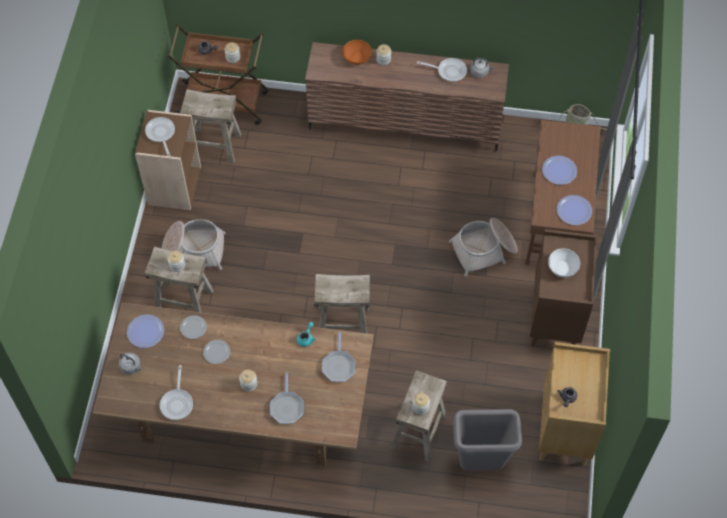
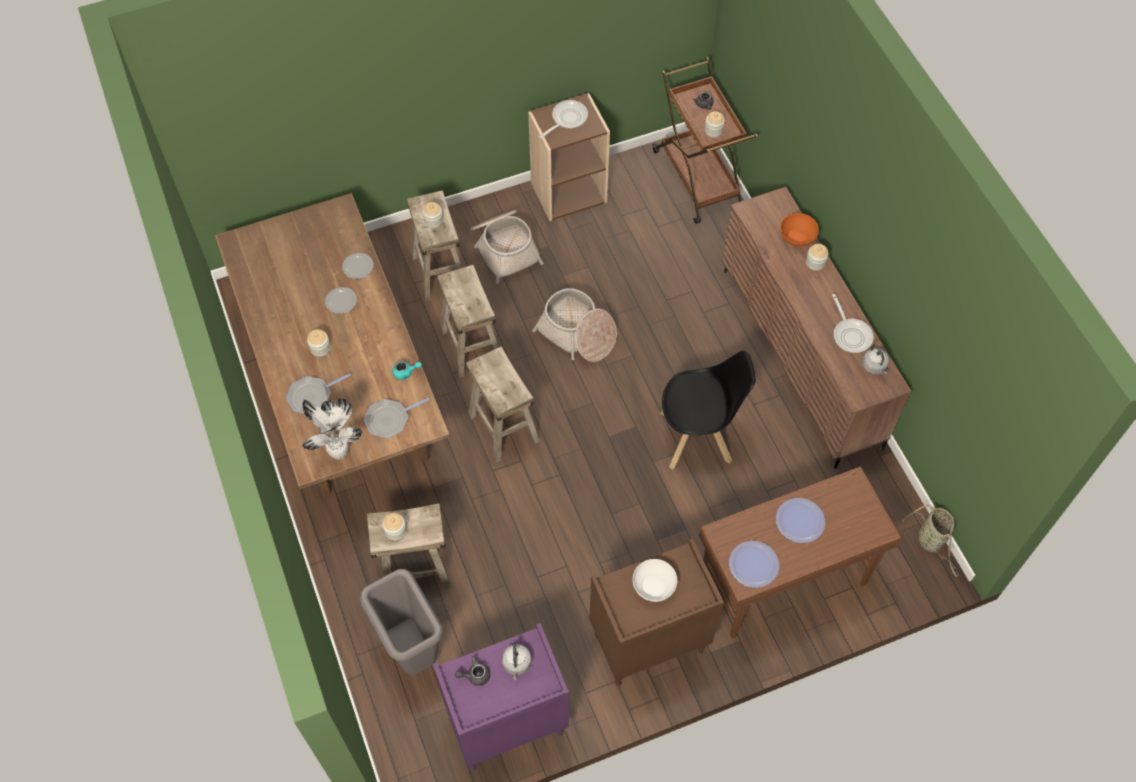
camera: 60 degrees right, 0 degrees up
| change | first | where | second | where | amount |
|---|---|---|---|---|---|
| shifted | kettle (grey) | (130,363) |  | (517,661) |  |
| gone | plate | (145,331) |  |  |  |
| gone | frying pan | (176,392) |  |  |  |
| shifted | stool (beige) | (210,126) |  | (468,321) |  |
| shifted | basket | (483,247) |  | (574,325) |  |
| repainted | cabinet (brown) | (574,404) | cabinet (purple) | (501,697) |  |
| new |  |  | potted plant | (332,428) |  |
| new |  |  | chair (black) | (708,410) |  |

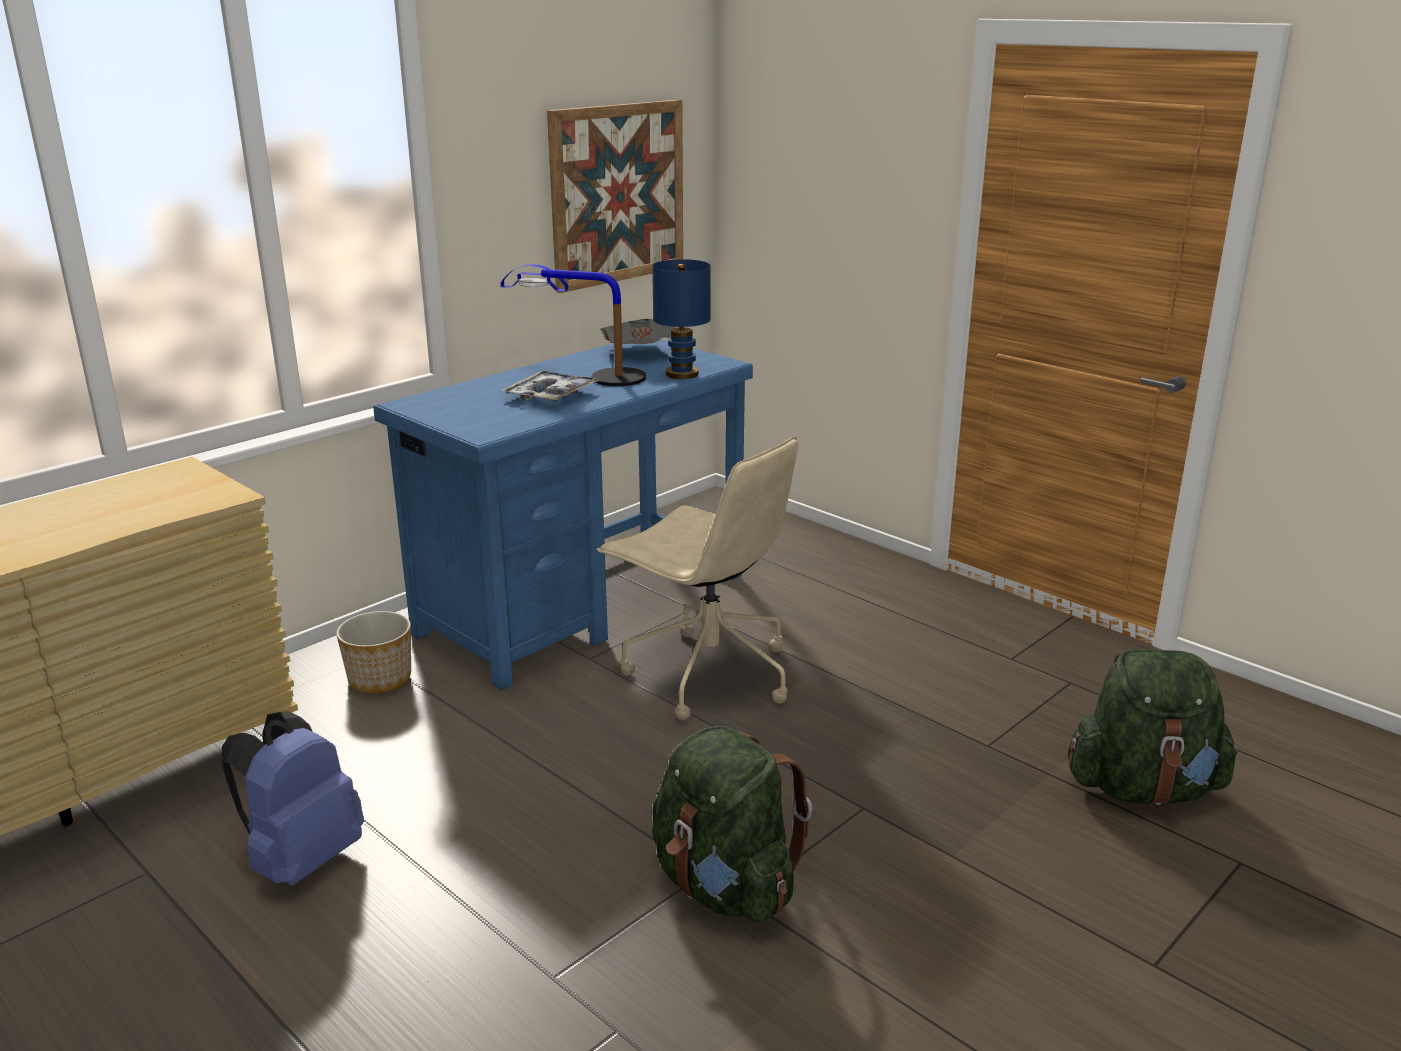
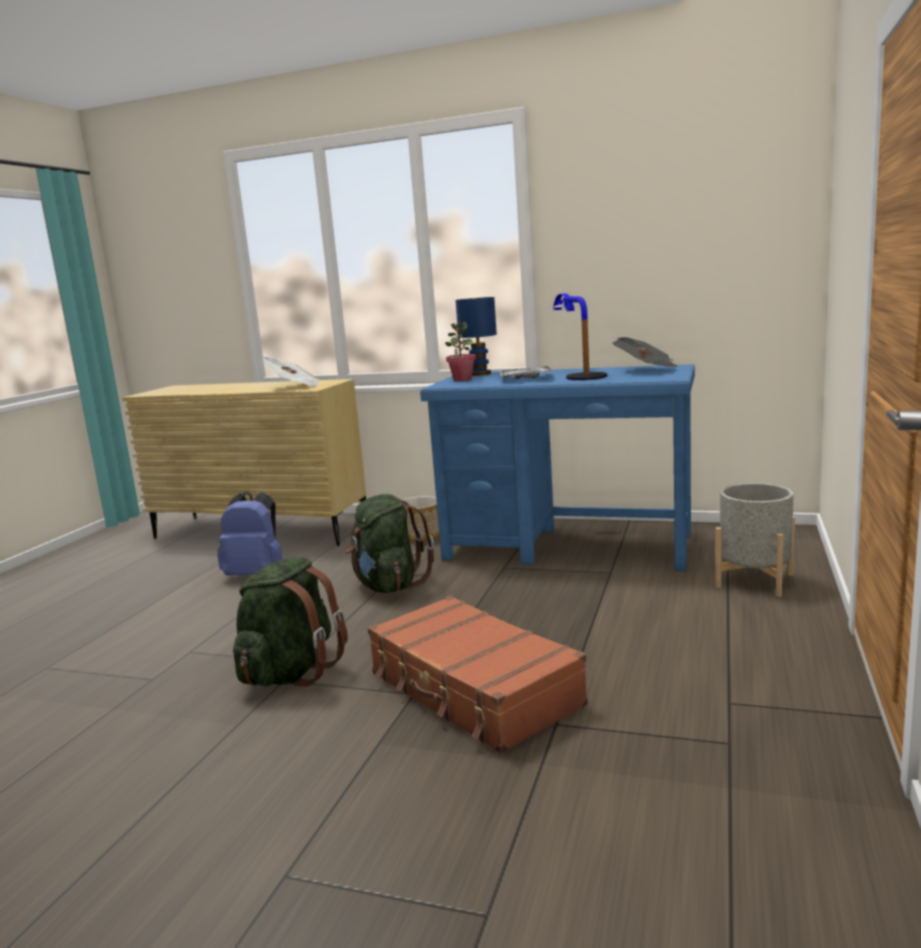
camera: 65 degrees right, 10 degrees down
| change | first | where | second | where | amount |
|---|---|---|---|---|---|
| gone | picture | (615,196) |  |  |  |
| gone | office chair (beige) | (698,578) |  |  |  |
| shifted | table lamp (blue) | (681,319) |  | (476,336) |  |
| shifted | backpack (green) | (1153,727) |  | (389,543) |  |
| new |  |  | newspaper | (291,372) |  |
| new |  |  | suitcase (brown) | (478,675) |  |
| new |  |  | potted plant | (460,351) |  |
| new |  |  | planter (grey) | (755,540) |  |

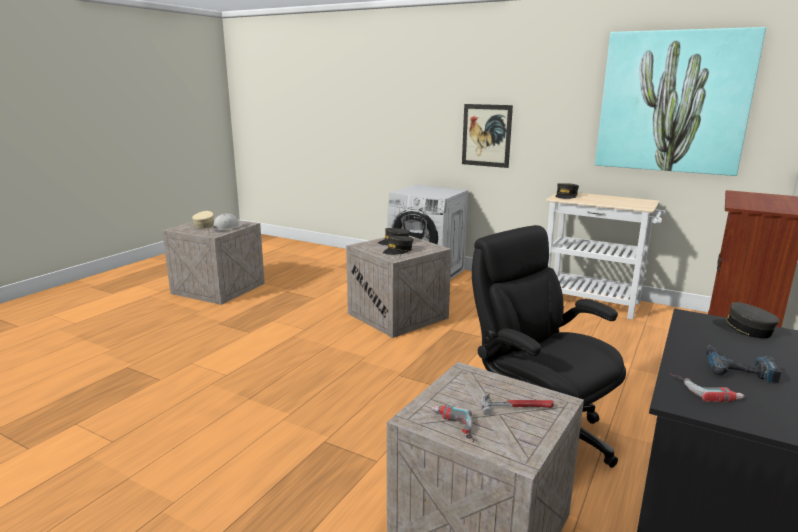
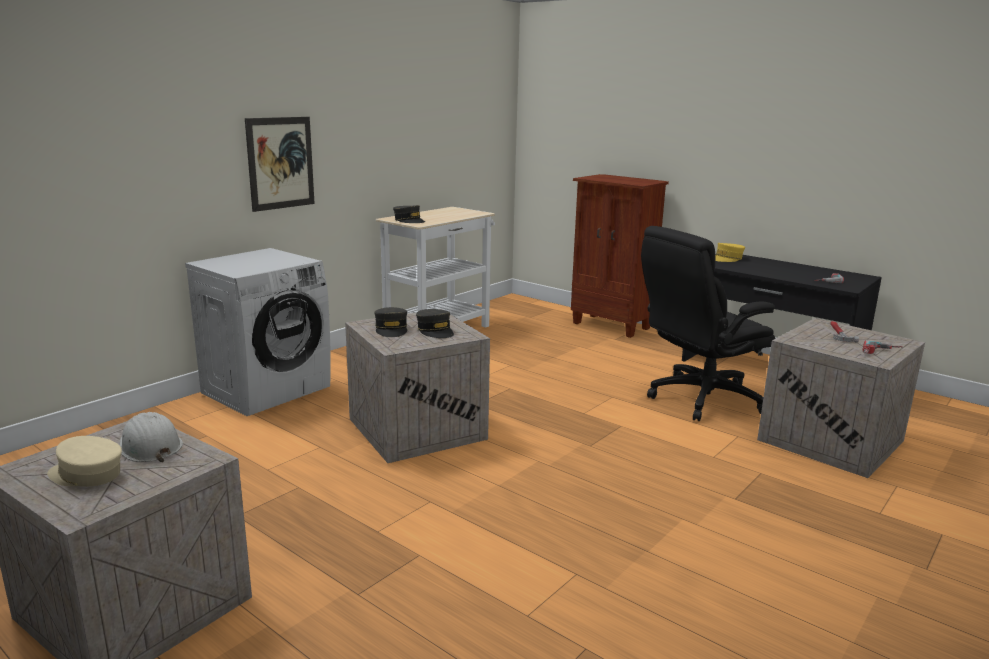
camera: 80 degrees left, 0 degrees up
| change | first | where | second | where | amount |
|---|---|---|---|---|---|
| gone | picture | (680,101) |  |  |  |
| gone | power drill | (744,364) |  |  |  |
| repainted | cap (grey) | (746,320) | cap (yellow) | (730,252) |  |

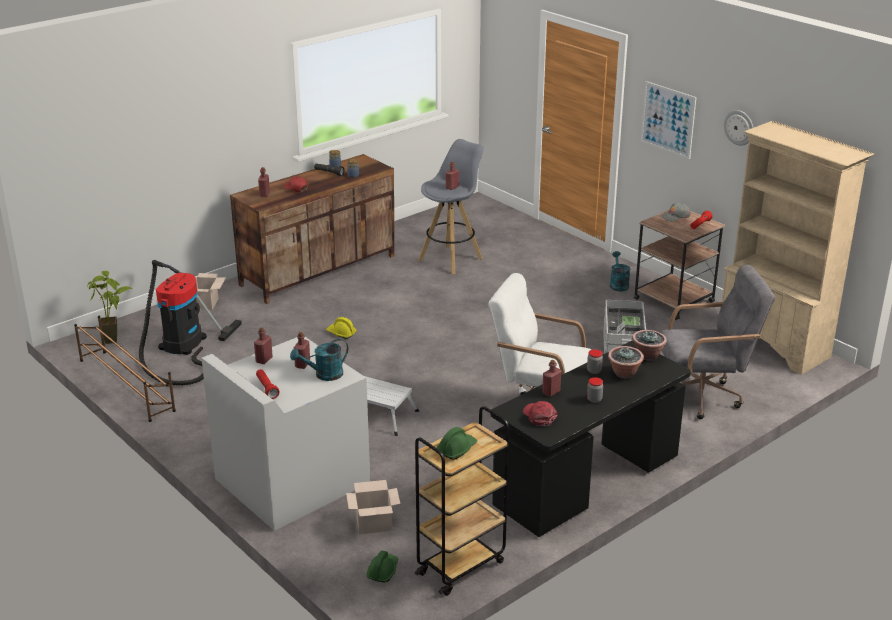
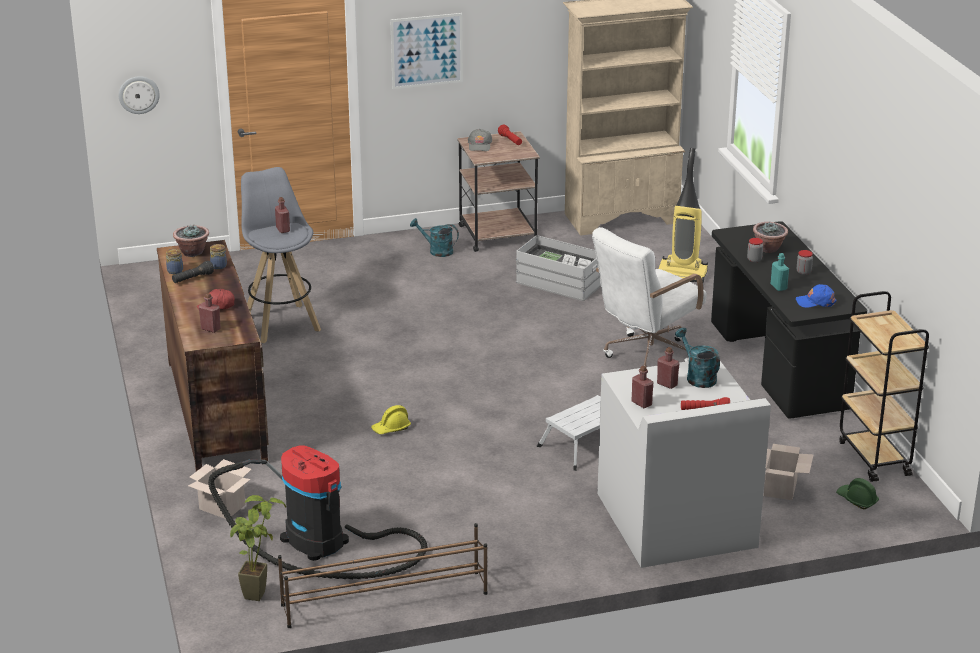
camera: 65 degrees left, 0 degrees up
| change | first | where | second | where | amount |
|---|---|---|---|---|---|
| rotated | watering can (turquoise) | (319,359) |  | (697,358) | 150 degrees clockwise |
| gone | hard hat (green) | (456,443) |  |  |  |
| repainted | cap (red) | (540,413) | cap (blue) | (816,296) |  |
| repainted | bottle (red) | (551,378) | bottle (turquoise) | (780,272) |  |
| shifted | potted plant | (649,345) |  | (191,241) |  |
| swapped | office chair (grey) | (717,342) | vacuum cleaner | (683,215) |  |
| shifted | wall clock | (738,128) |  | (139,95) |  |

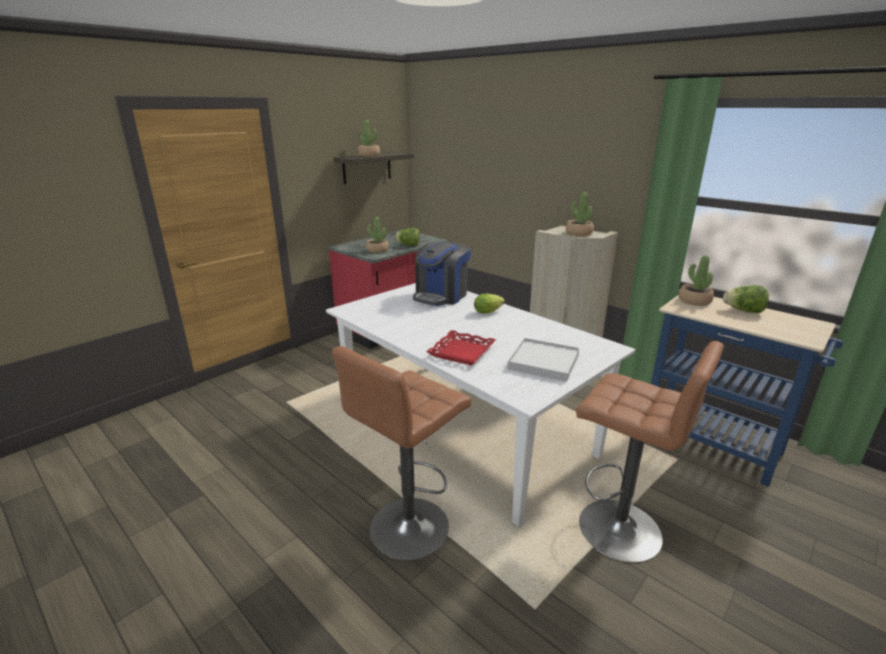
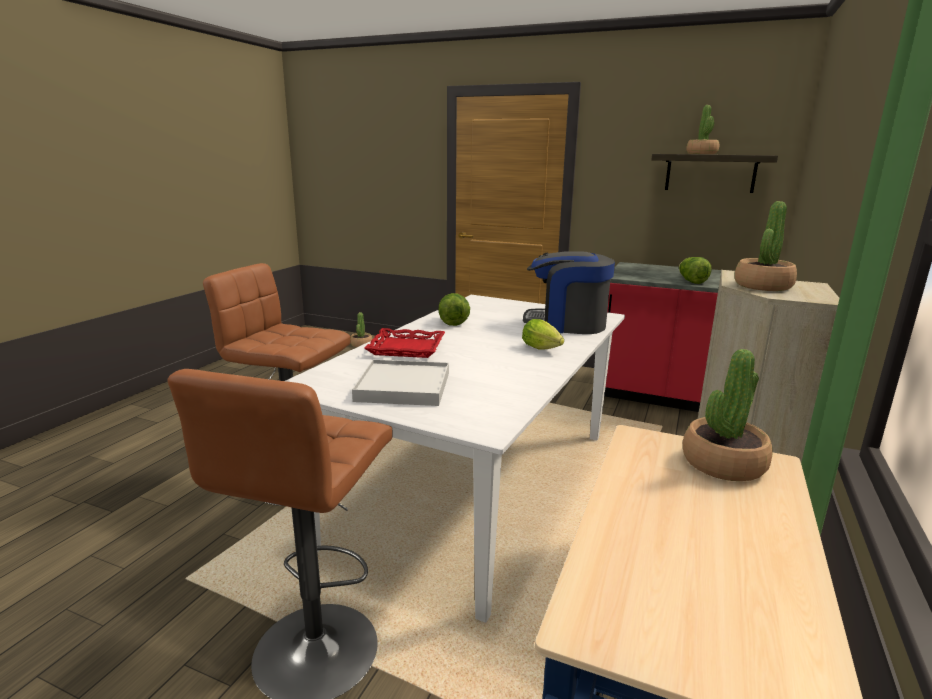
camera: 70 degrees right, 5 degrees down
| change | first | where | second | where | amount |
|---|---|---|---|---|---|
| shifted | potted plant | (377,235) |  | (361,329) |  |
| shifted | lettuce | (746,299) |  | (454,309) |  |

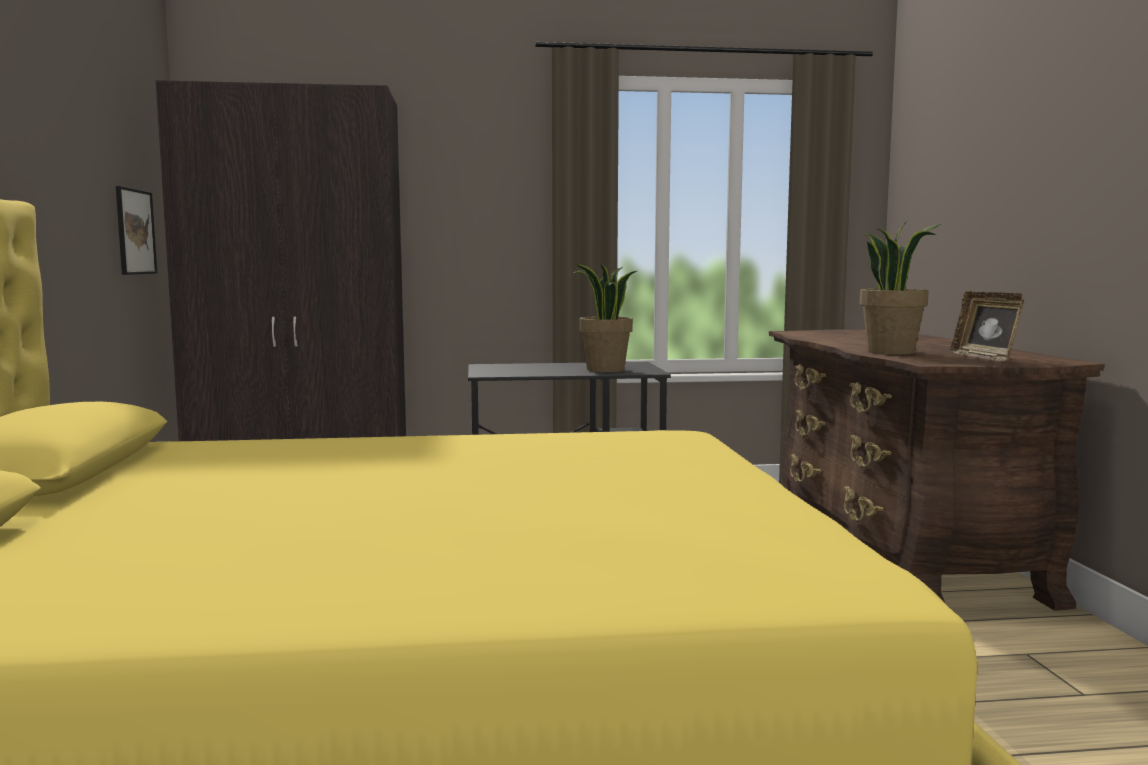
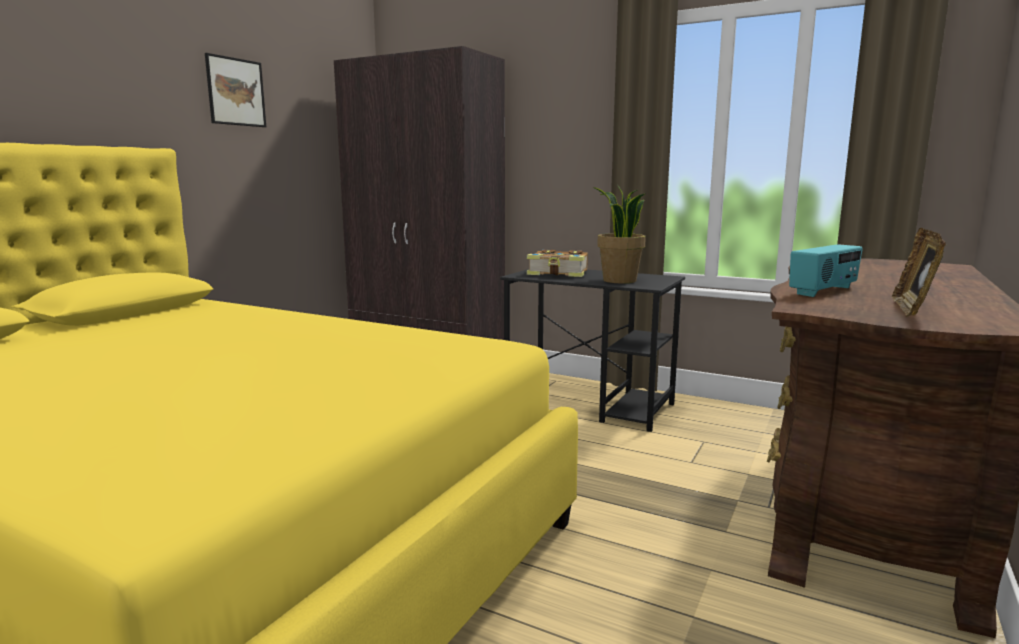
camera: 35 degrees right, 5 degrees up
| change | first | where | second | where | amount |
|---|---|---|---|---|---|
| shifted | picture | (136,230) |  | (235,90) |  |
| swapped | potted plant | (900,288) | radio | (825,270) |  |
| new |  |  | book | (557,263) |  |

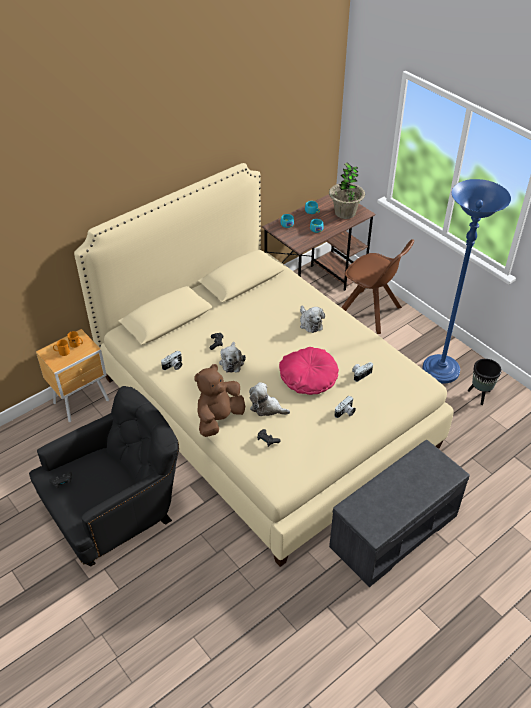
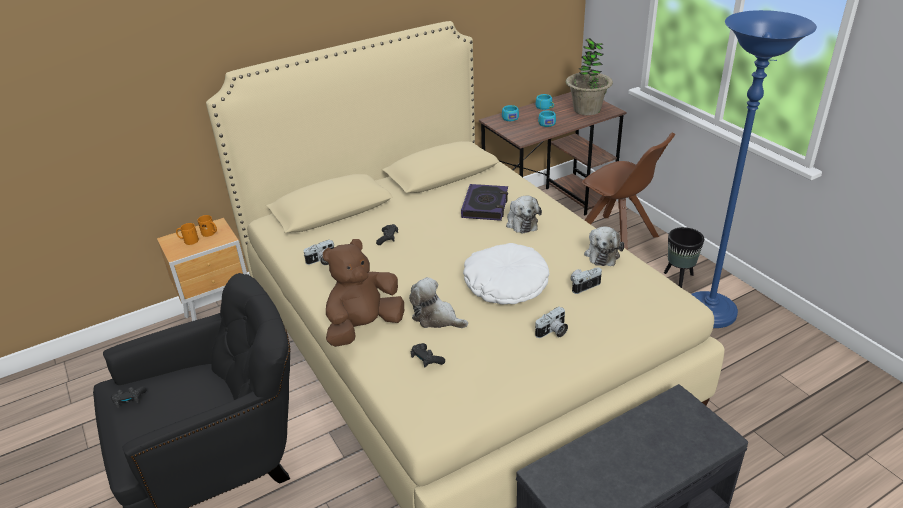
camera: 10 degrees right, 10 degrees down
| change | first | where | second | where | amount |
|---|---|---|---|---|---|
| shifted | plush toy | (232,357) |  | (604,246) |  |
| repainted | pillow (pink) | (309,371) | pillow (white) | (506,273) |  |
| shifted | planter (black) | (485,382) |  | (684,257) |  |
| new |  |  | book | (484,202) |  |

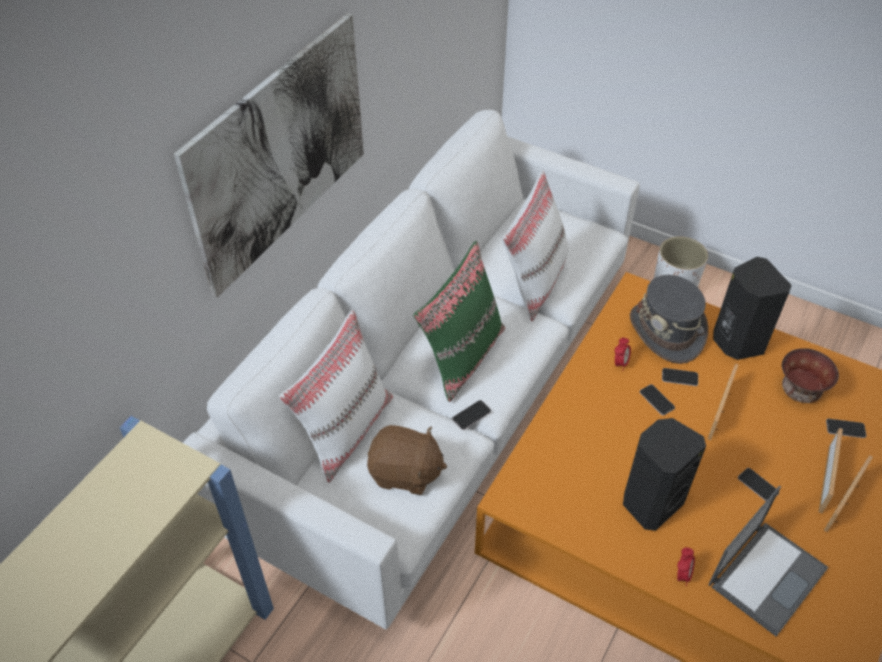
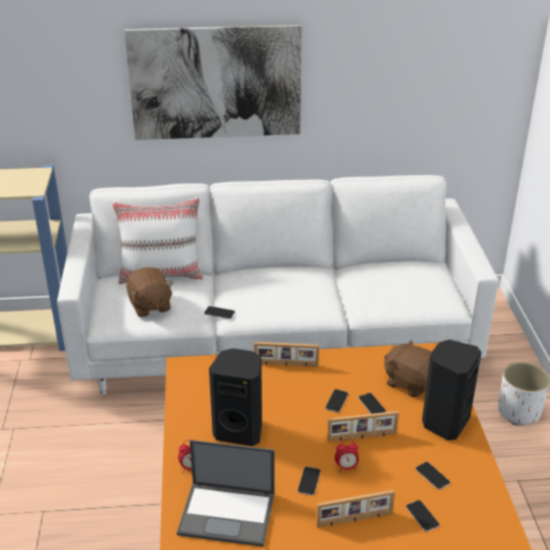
camera: 55 degrees right, 15 degrees down
| change | first | where | second | where | amount |
|---|---|---|---|---|---|
| gone | pillow (green) | (459,321) |  |  |  |
| gone | pillow (white) | (535,246) |  |  |  |
| shifted | alarm clock | (623,354) |  | (347,455) |  |
| swapped | hat (grey) | (669,319) | plush toy (brown) | (408,368) |  |
| swapped | bowl | (810,375) | phone | (433,476) |  |
| shifted | picture frame | (848,493) |  | (286,354) |  |

